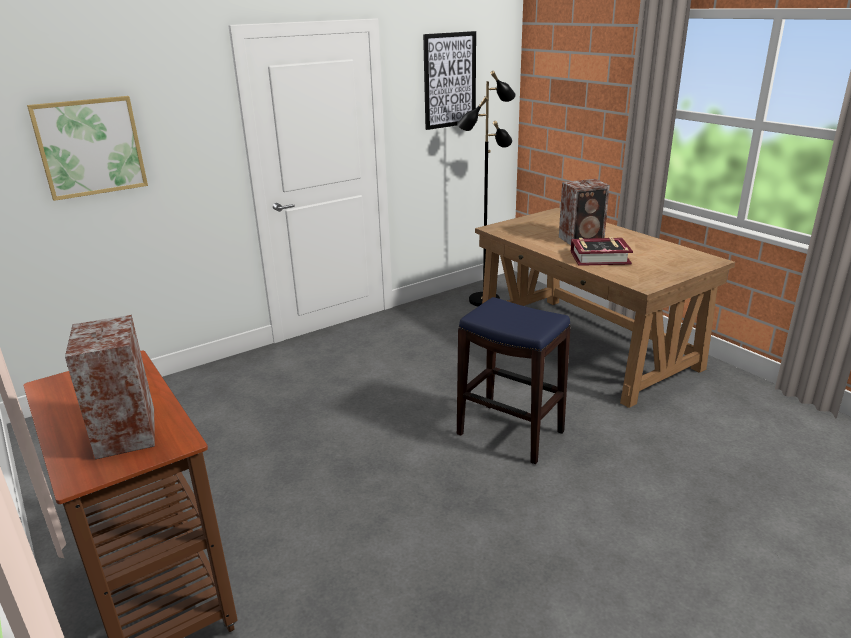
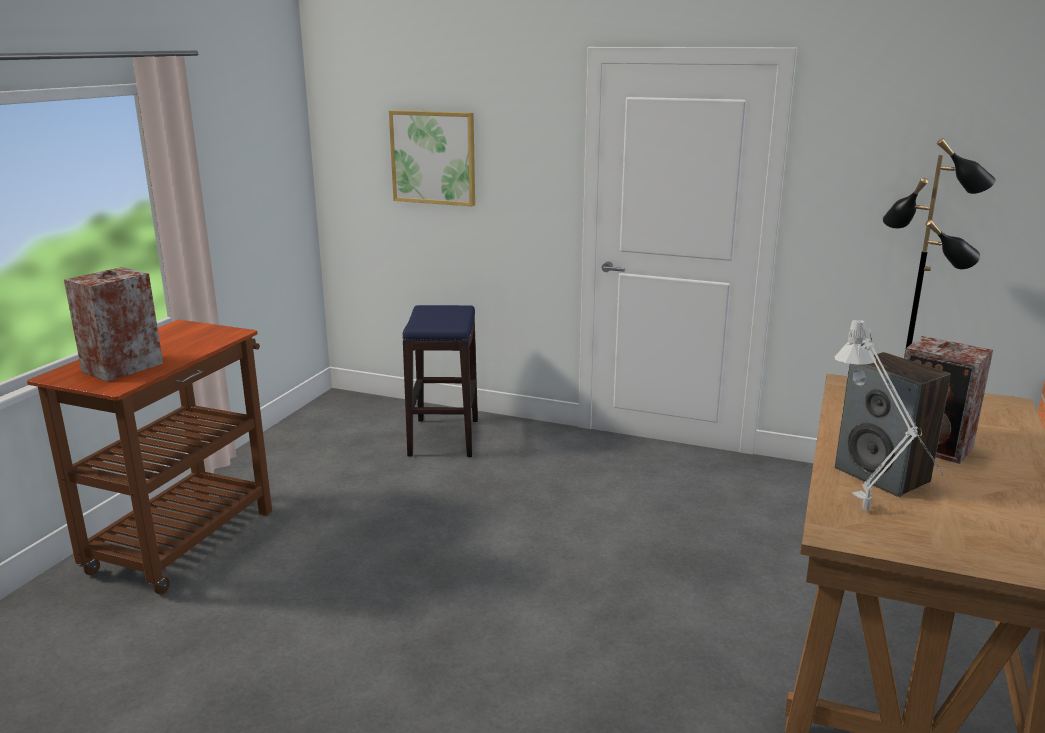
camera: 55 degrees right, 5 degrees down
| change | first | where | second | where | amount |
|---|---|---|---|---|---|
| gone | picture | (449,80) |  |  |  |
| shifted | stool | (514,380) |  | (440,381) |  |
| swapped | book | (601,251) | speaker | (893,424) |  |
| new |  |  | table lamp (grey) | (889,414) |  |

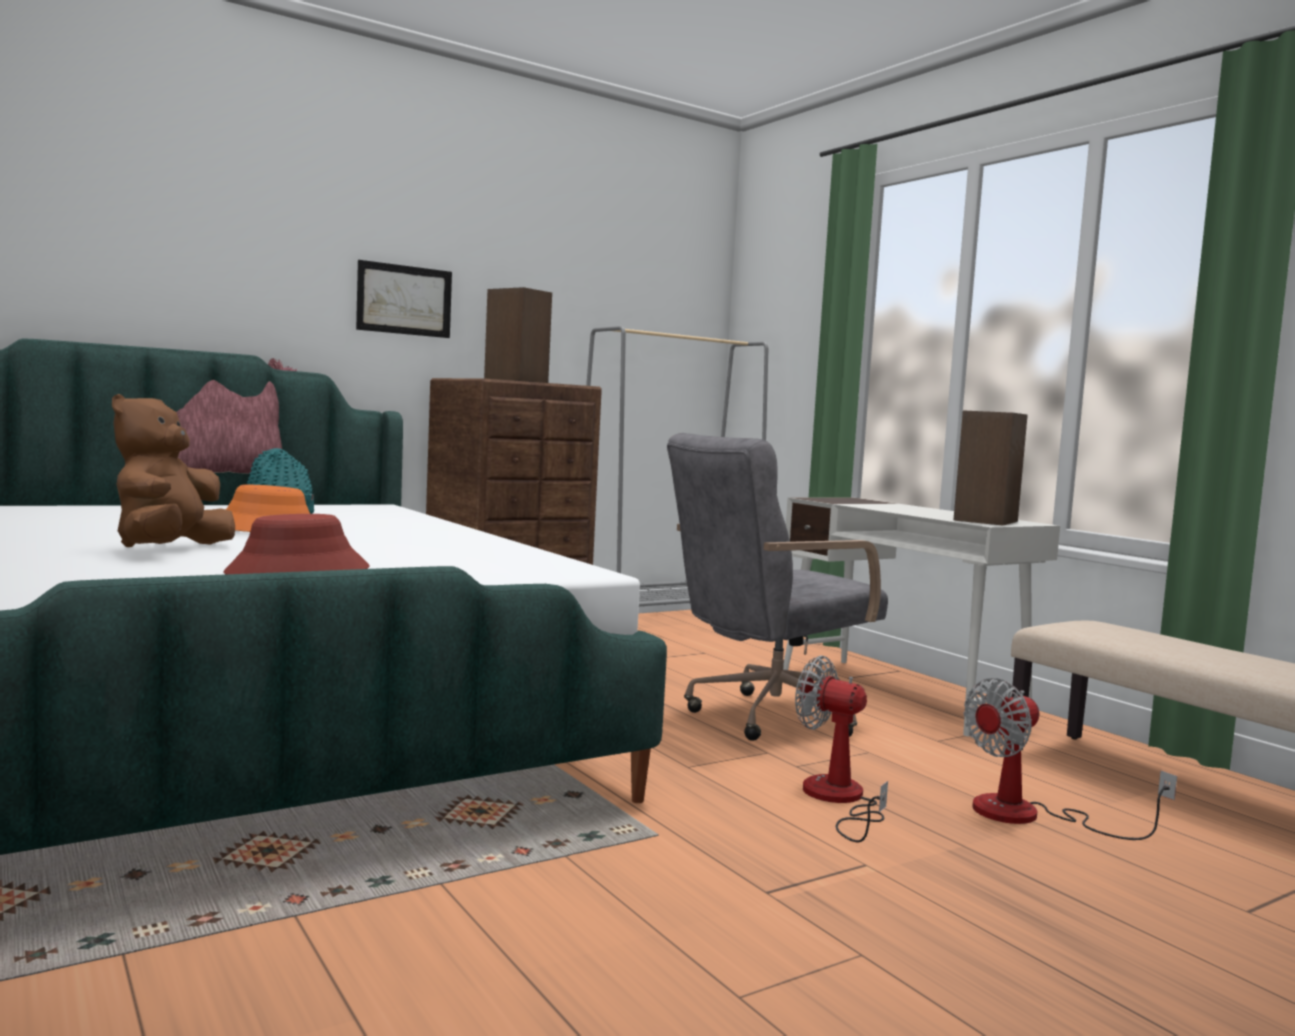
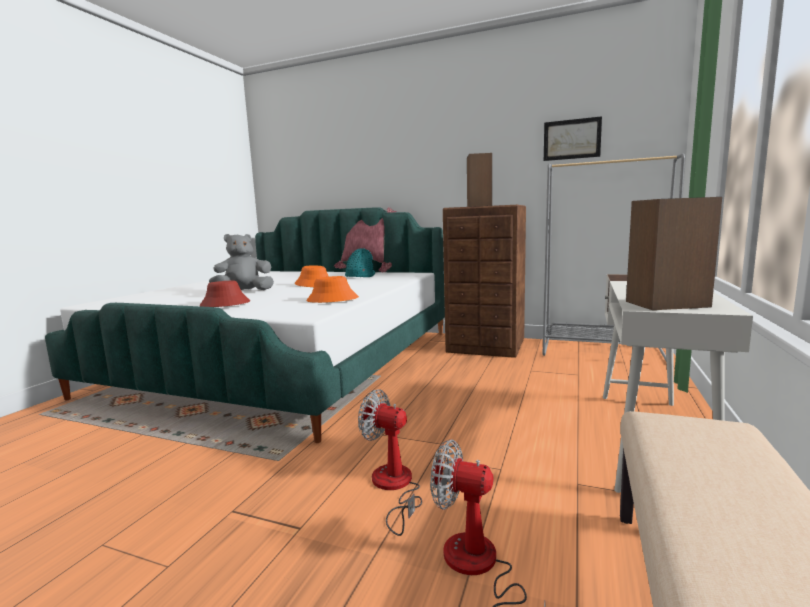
camera: 55 degrees right, 5 degrees up
| change | first | where | second | where | amount |
|---|---|---|---|---|---|
| repainted | plush toy (brown) | (173,470) | plush toy (grey) | (241,262) |  |
| shifted | picture | (404,299) |  | (573,138) |  |
| gone | office chair (grey) | (777,587) |  |  |  |
| rotated | fan | (841,749) |  | (390,462) | 60 degrees counterclockwise |
| new |  |  | hat (orange) | (332,289) |  |

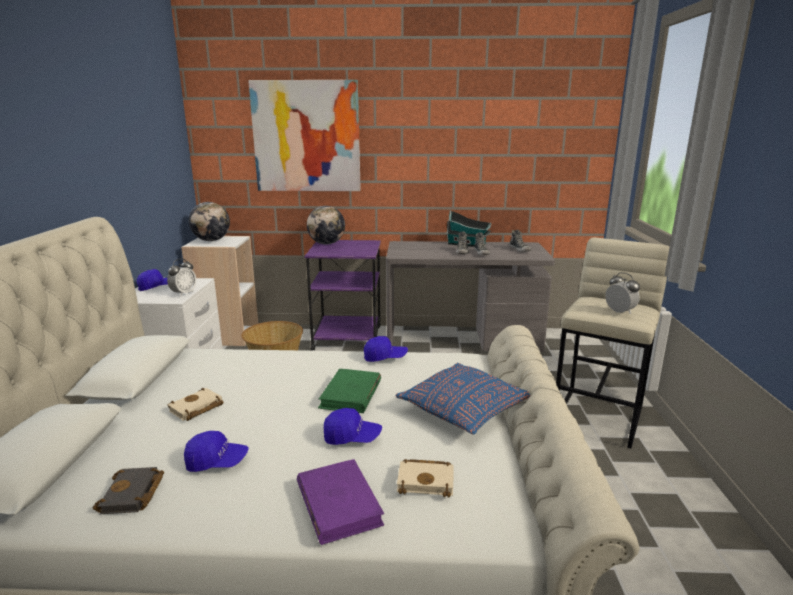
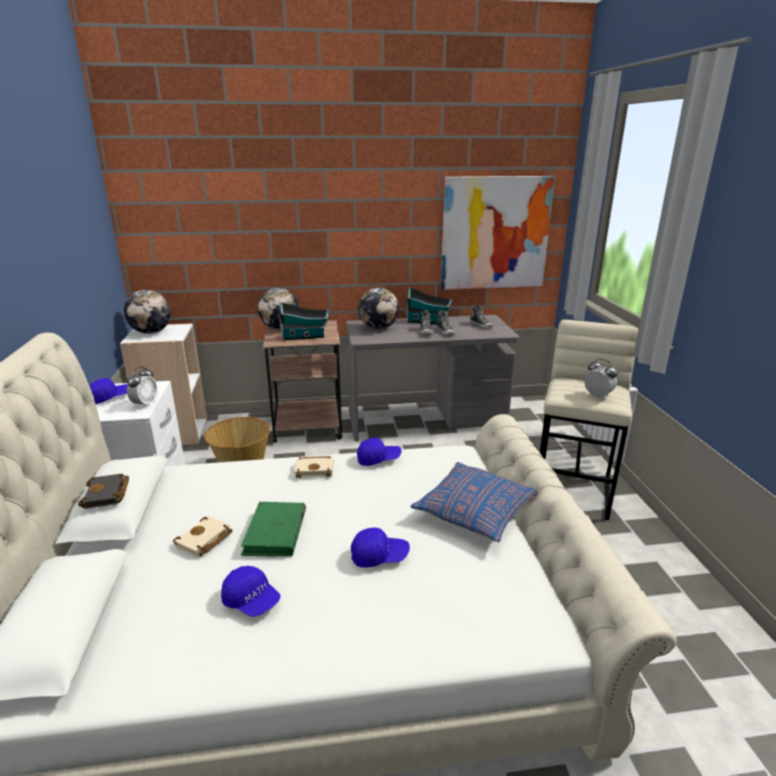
camera: 10 degrees left, 5 degrees up
| change | first | where | second | where | amount |
|---|---|---|---|---|---|
| shifted | book (black) | (128,490) |  | (103,491) |  |
| rotated | cap (blue) | (216,451) |  | (250,591) | 45 degrees clockwise |
| shifted | picture | (304,135) |  | (498,233) |  |
| gone | book (purple) | (340,502) |  |  |  |
| repainted | cart (purple) | (342,295) | cart (brown) | (303,382) |  |
| shifted | book (green) | (349,391) |  | (273,529) |  |
| shifted | book (beige) | (425,478) |  | (314,467) |  |
| new |  |  | toy house | (303,321) |  |
| new |  |  | globe | (378,308) |  |

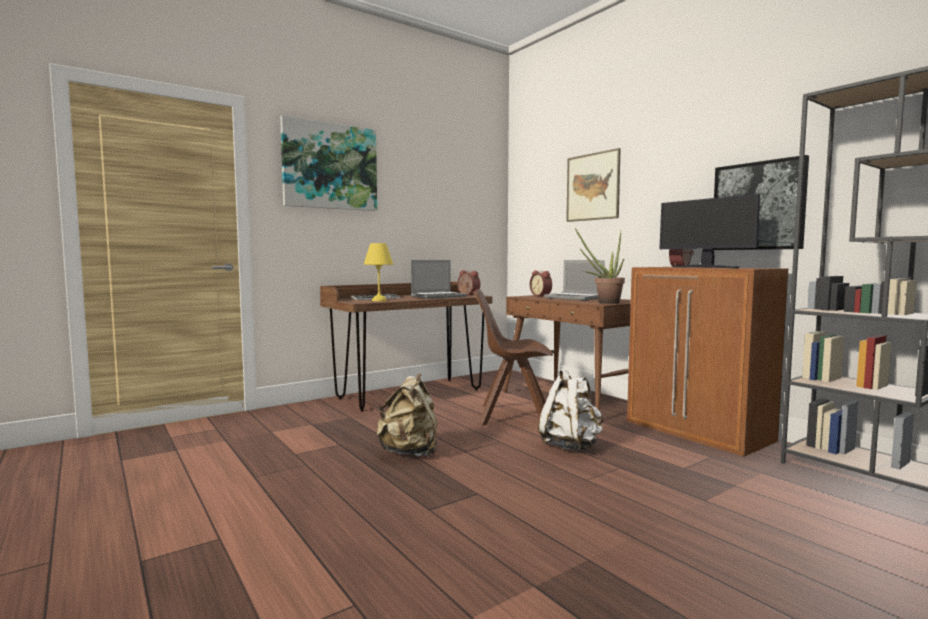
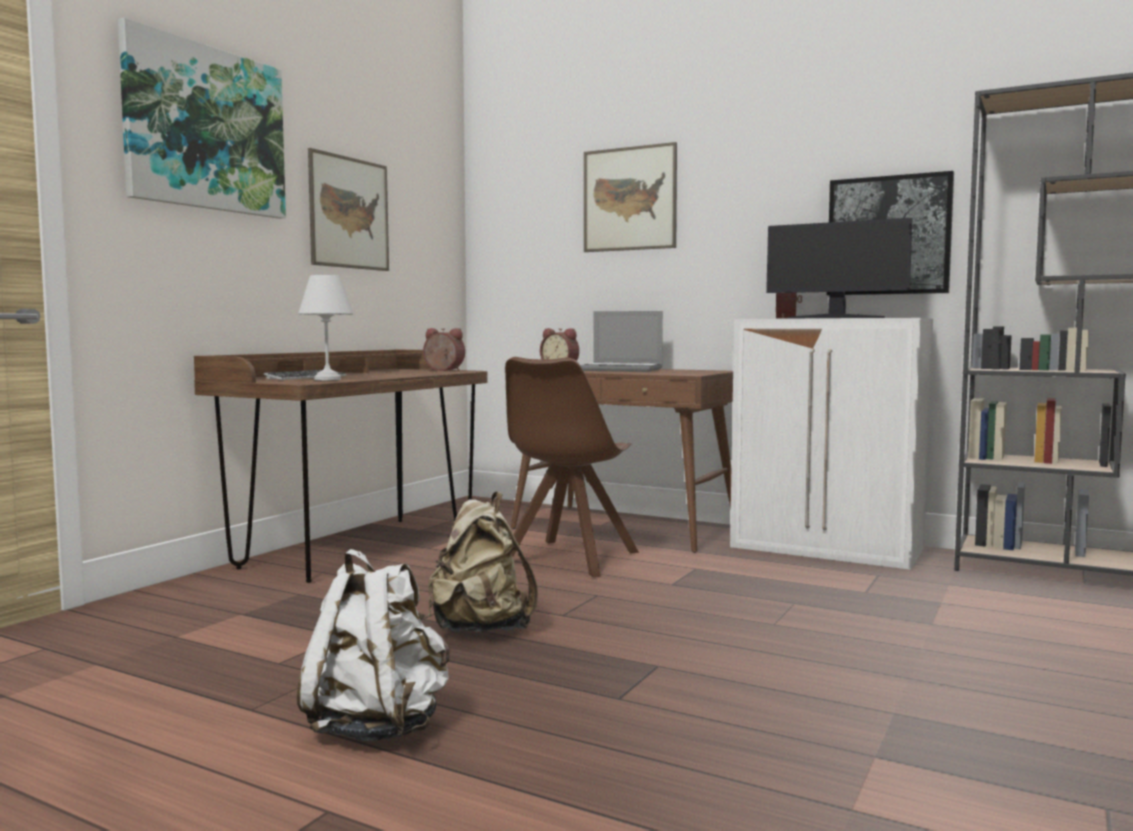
camera: 25 degrees left, 0 degrees up
| change | first | where | second | where | amount |
|---|---|---|---|---|---|
| repainted | table lamp (yellow) | (378,272) | table lamp (white) | (325,328) |  |
| gone | laptop | (439,279) |  |  |  |
| rotated | chair (brown) | (512,357) |  | (572,467) | 45 degrees counterclockwise |
| shifted | backpack (white) | (570,409) |  | (373,645) |  |
| gone | potted plant | (600,266) |  |  |  |
| repainted | cabinet (brown) | (707,361) | cabinet (white) | (831,444) |  |
| new |  |  | picture | (348,209) |  |

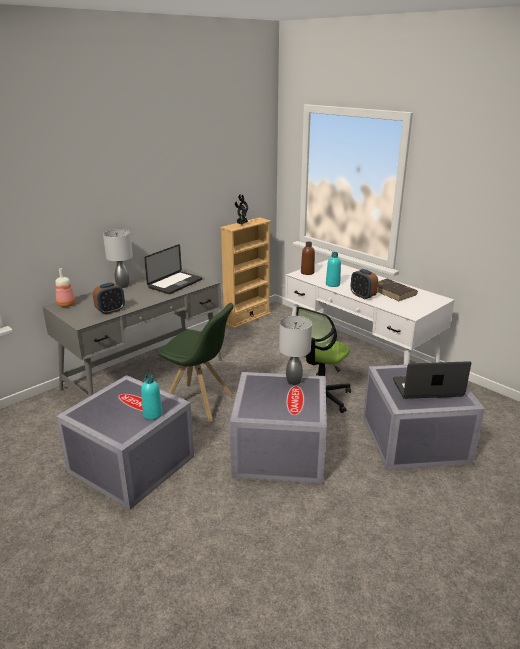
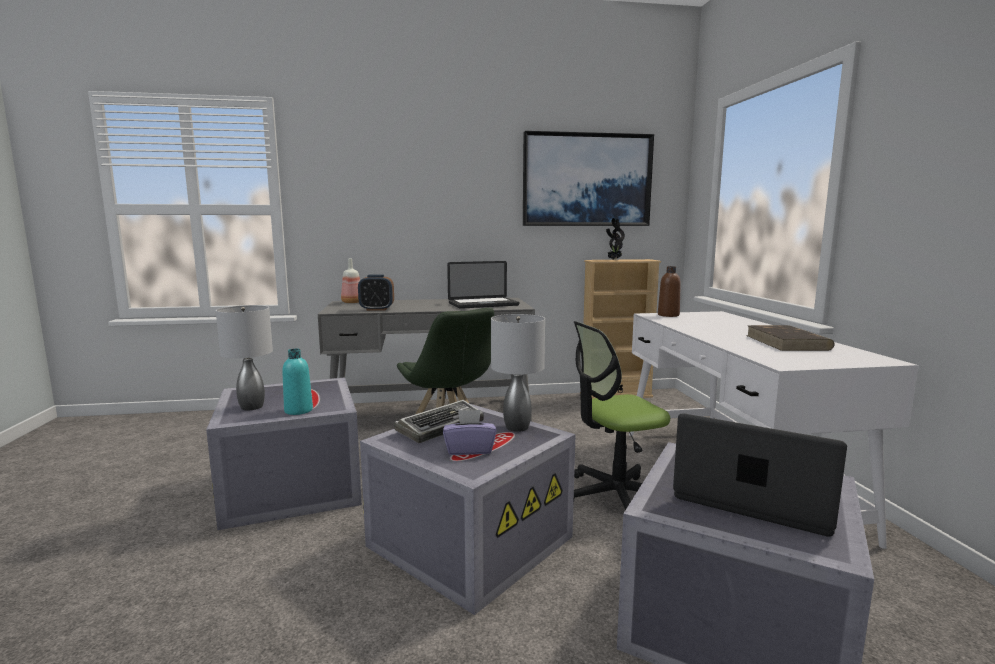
camera: 35 degrees right, 15 degrees down
| change | first | where | second | where | amount |
|---|---|---|---|---|---|
| shifted | table lamp (grey) | (118,258) |  | (244,357) |  |
| gone | bottle (turquoise) | (333,269) |  |  |  |
| gone | alarm clock | (364,284) |  |  |  |
| new |  |  | keyboard | (439,421) |  |
| new |  |  | tissue box (purple) | (470,432) |  |
| new |  |  | picture | (588,178) |  |

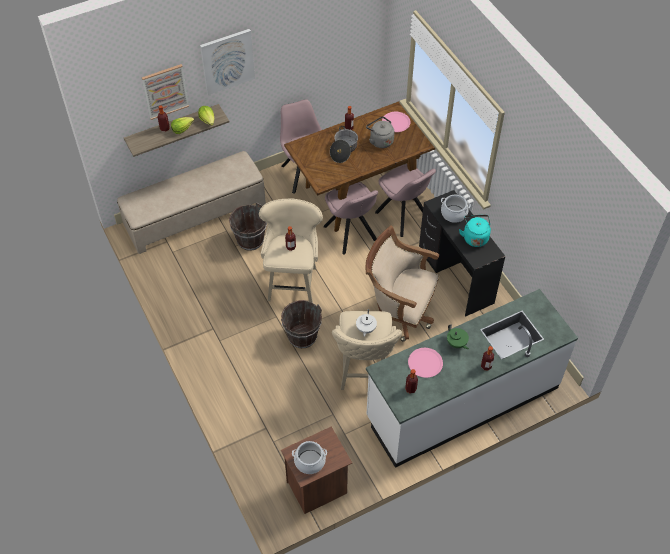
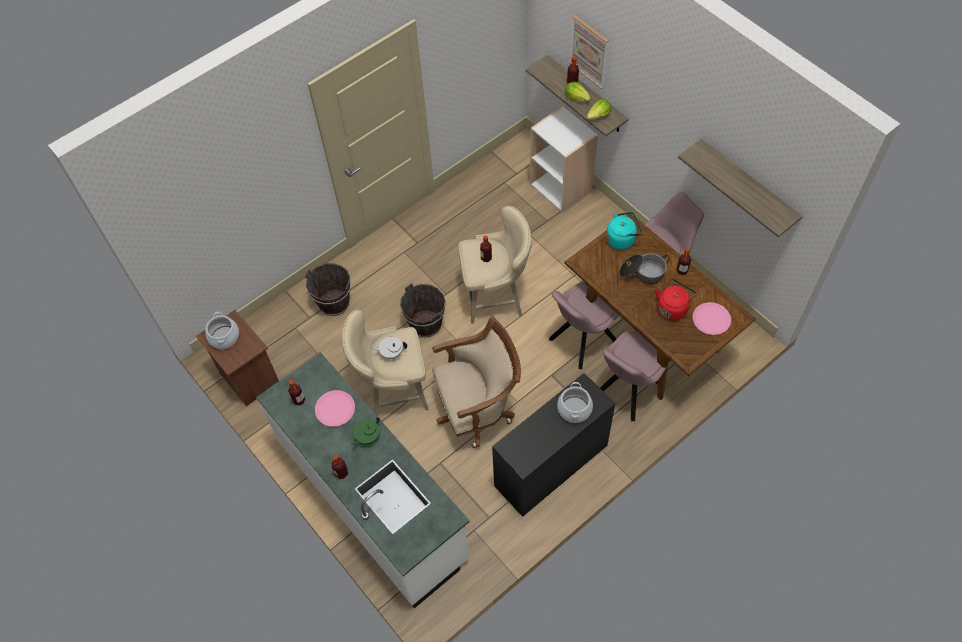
camera: 80 degrees right, 5 degrees up
| change | first | where | second | where | amount |
|---|---|---|---|---|---|
| swapped | bench (beige) | (191,202) | bookcase (white) | (564,159) |  |
| gone | picture | (227,62) |  |  |  |
| shifted | bucket (brown) | (248,227) |  | (328,289) |  |
| repainted | kettle (grey) | (380,132) | kettle (red) | (676,300) |  |
| rotated | office chair | (402,283) |  | (476,382) | 60 degrees clockwise |
| shifted | kettle (turquoise) | (475,231) |  | (624,231) |  |
| new |  |  | shelf | (740,188) |  |

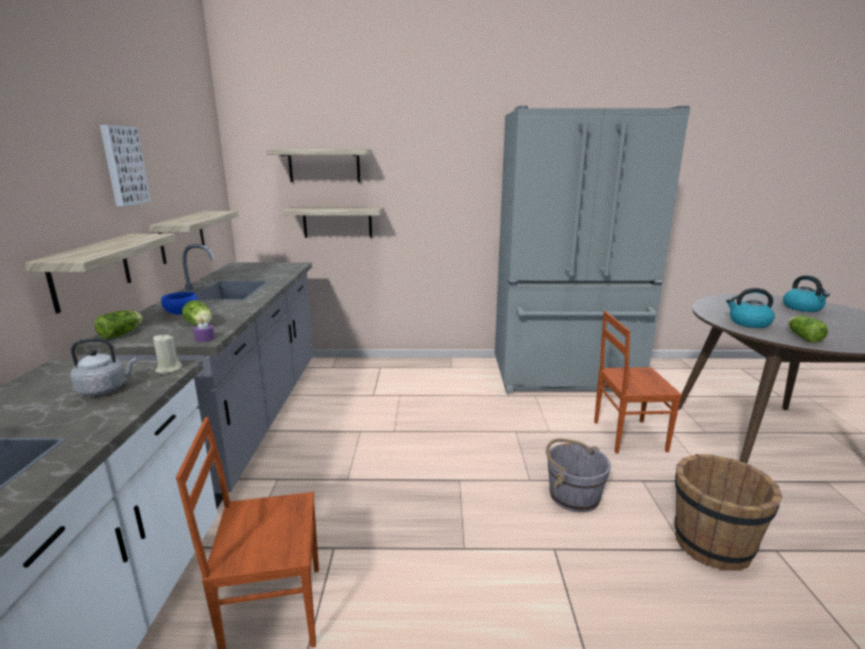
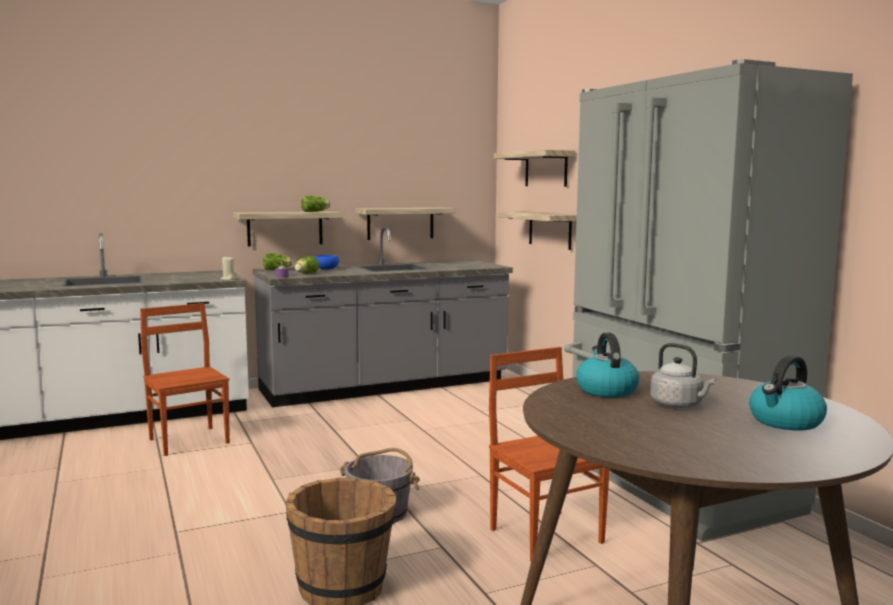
camera: 65 degrees right, 10 degrees down
| change | first | where | second | where | amount |
|---|---|---|---|---|---|
| shifted | kettle (grey) | (103,367) |  | (683,375) |  |
| gone | picture | (125,166) |  |  |  |
| shifted | lettuce | (808,329) |  | (315,204) |  |

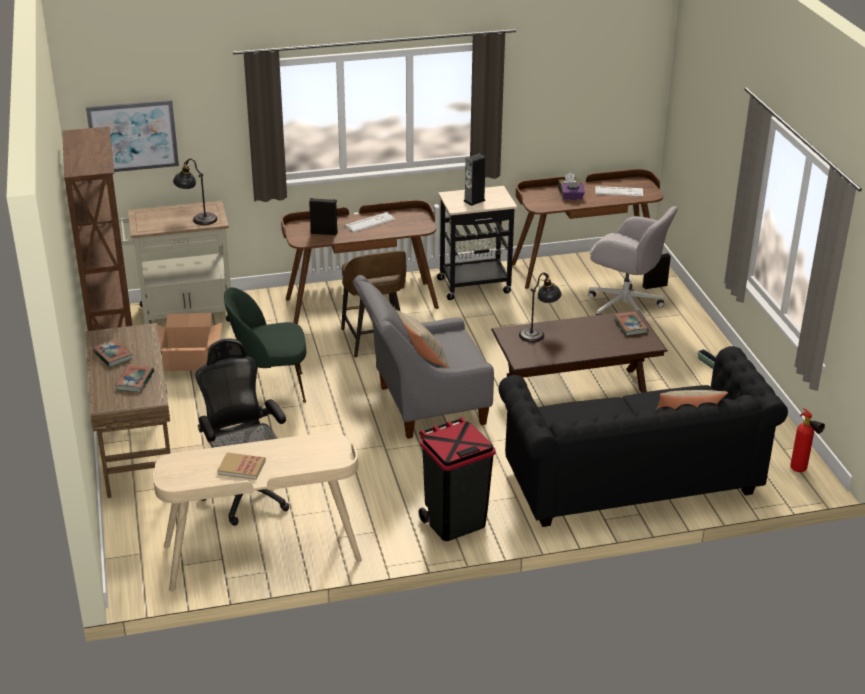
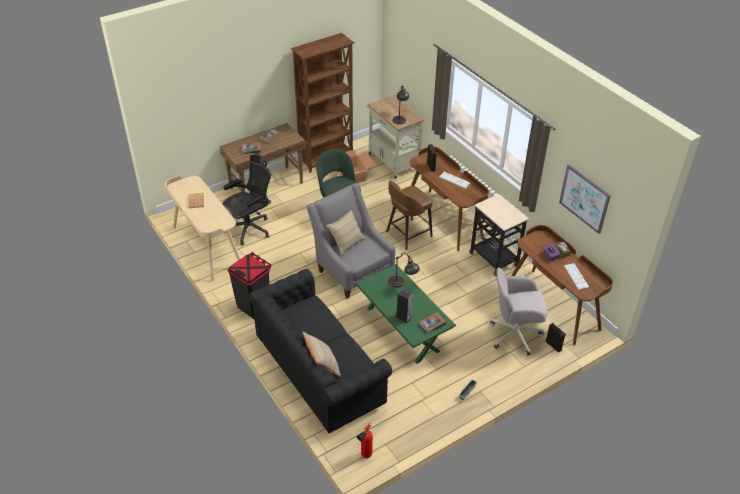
camera: 70 degrees right, 10 degrees up
| change | first | where | second | where | amount |
|---|---|---|---|---|---|
| shifted | picture | (132,136) |  | (585,199) |  |
| shifted | speaker | (474,179) |  | (404,306) |  |
| repainted | coffee table (brown) | (579,351) | coffee table (green) | (405,314) |  |
| rotated | office chair (grey) | (633,262) |  | (519,311) | 75 degrees clockwise |

